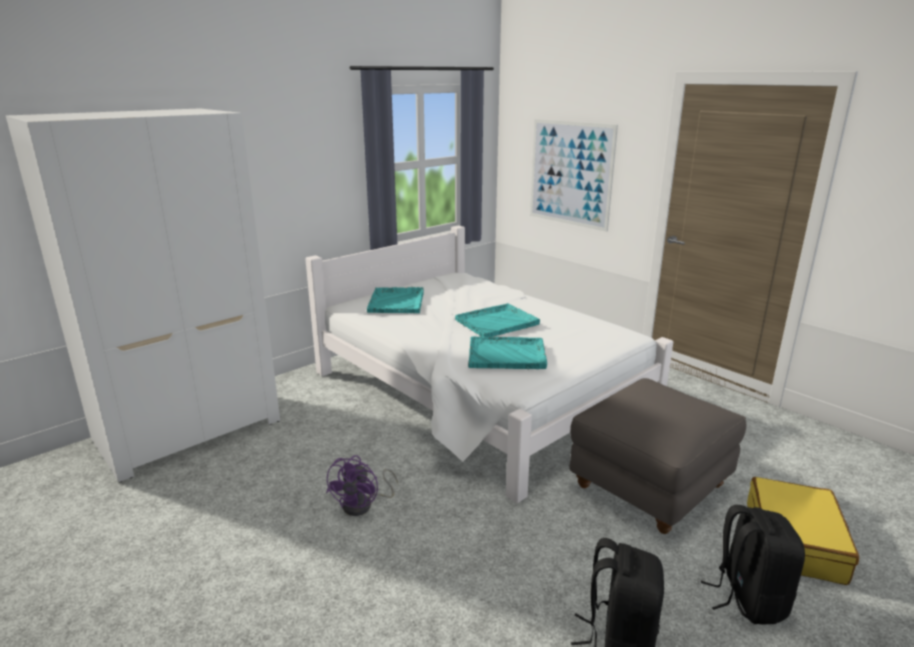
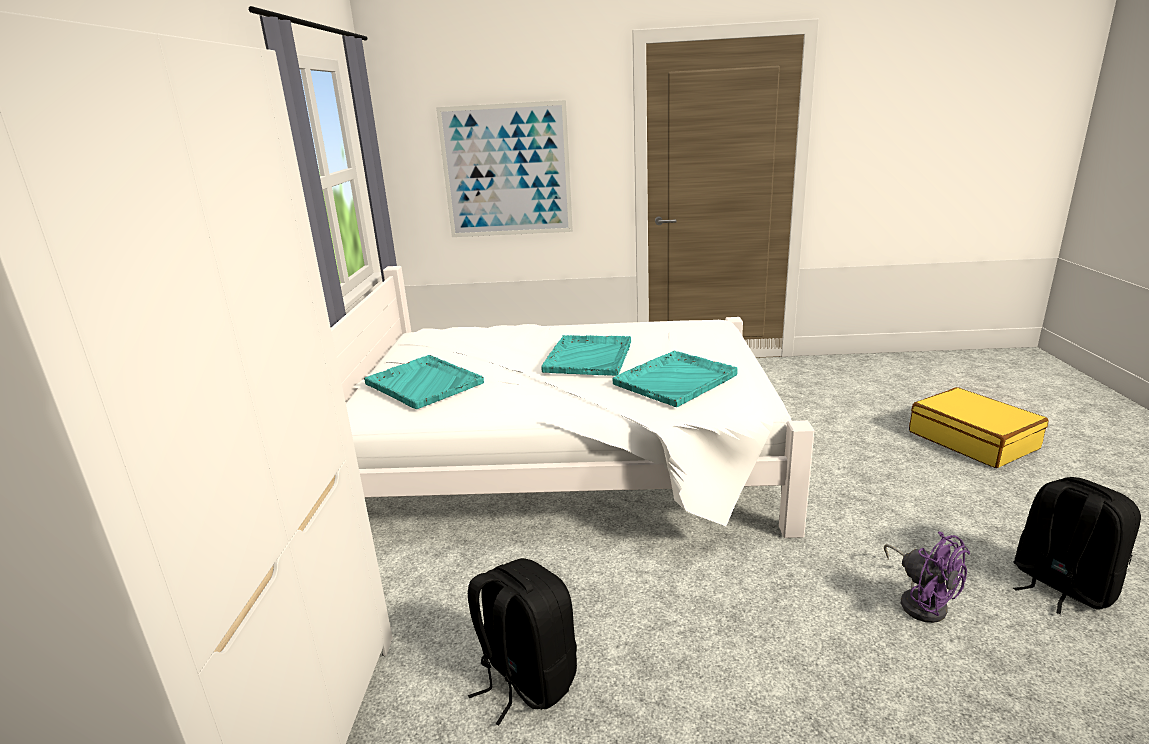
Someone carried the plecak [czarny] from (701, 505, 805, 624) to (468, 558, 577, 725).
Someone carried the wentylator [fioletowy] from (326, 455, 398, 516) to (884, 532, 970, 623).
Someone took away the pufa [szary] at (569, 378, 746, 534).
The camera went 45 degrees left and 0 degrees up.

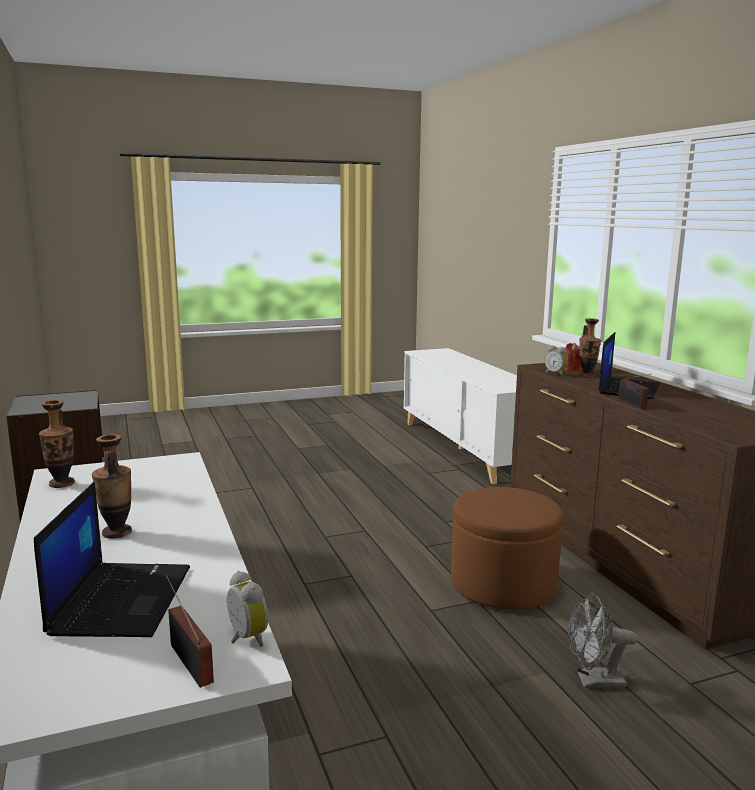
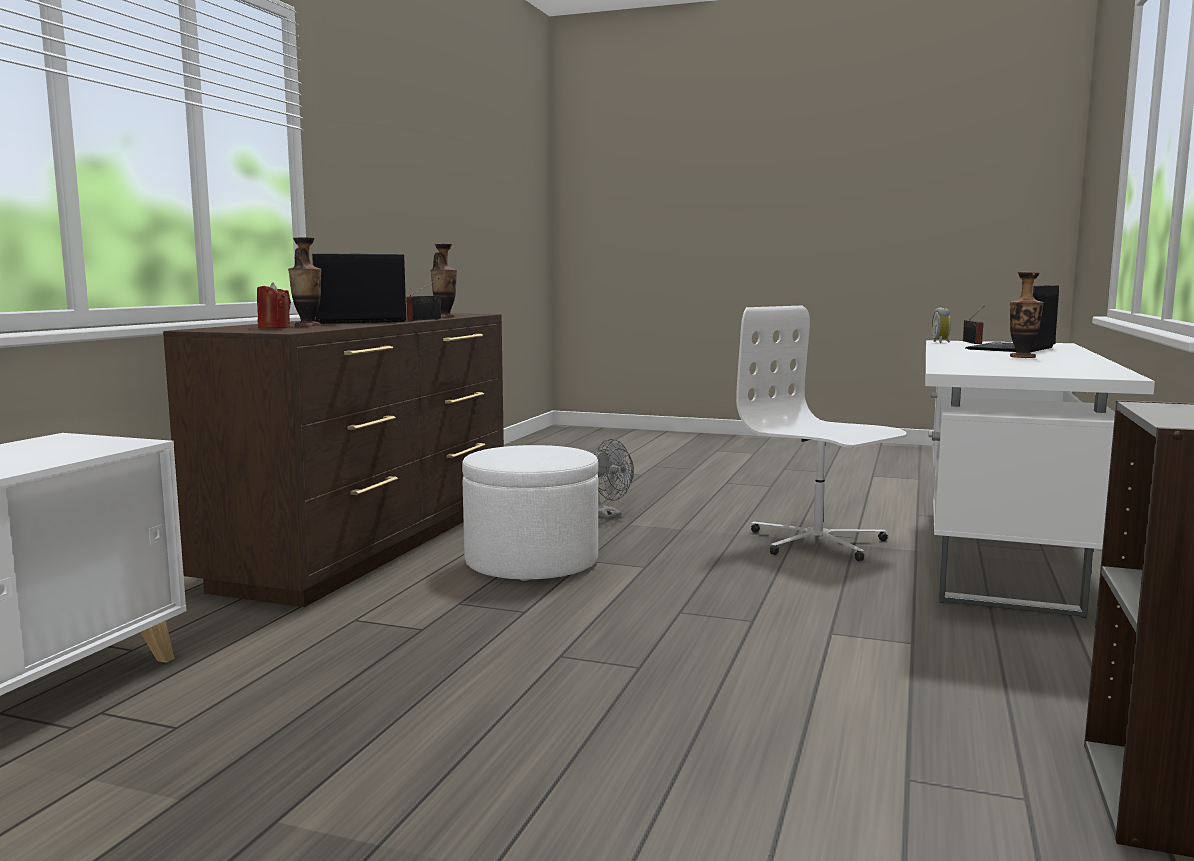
Someone carried the wazon from (39, 400, 75, 488) to (430, 244, 457, 317).
Someone repainted the pufa [brązowy] at (451, 487, 563, 610), which became the pufa [biały] at (462, 445, 598, 581).
Someone put down the krzesło biurowe [biały] at (736, 306, 907, 561).
Someone took away the budzik at (545, 345, 568, 376).
The camera went 140 degrees left and 5 degrees down.

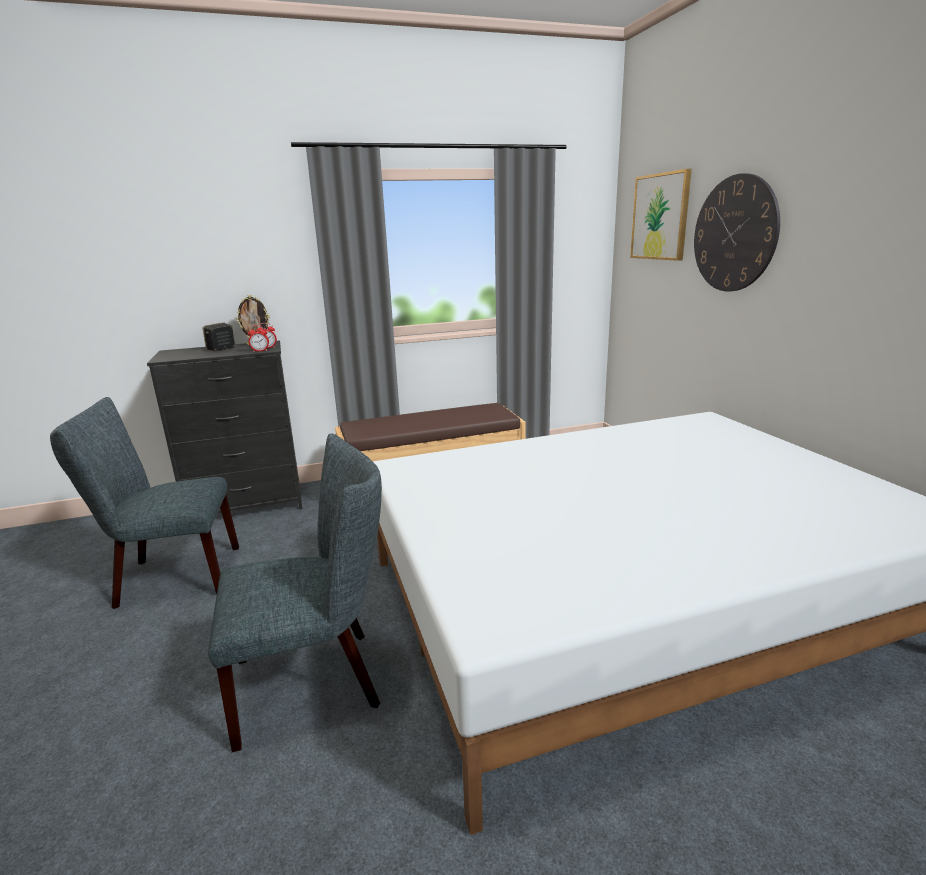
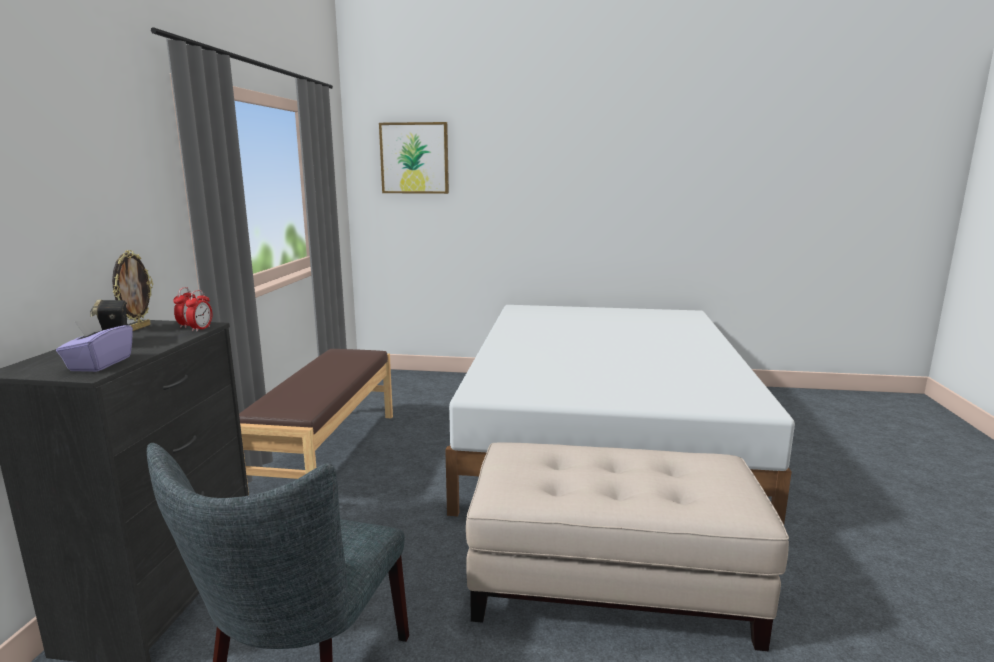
Someone put down the pudełko chusteczek [fioletowy] at (56, 315, 133, 372).
Someone swapped the krzesło [szary] at (208, 434, 382, 752) for the pufa [beżowy] at (466, 443, 789, 651).
Someone took away the zegar ścienny at (694, 173, 780, 291).
The camera went 65 degrees left and 5 degrees down.

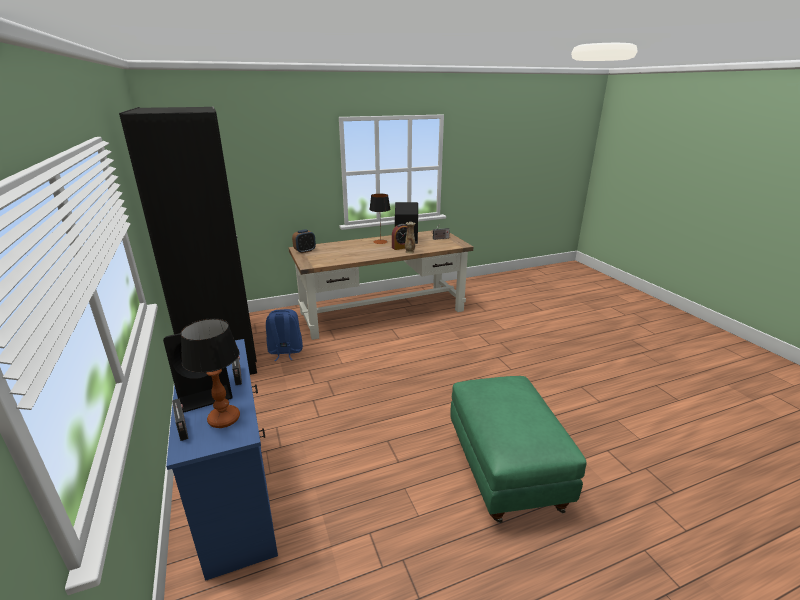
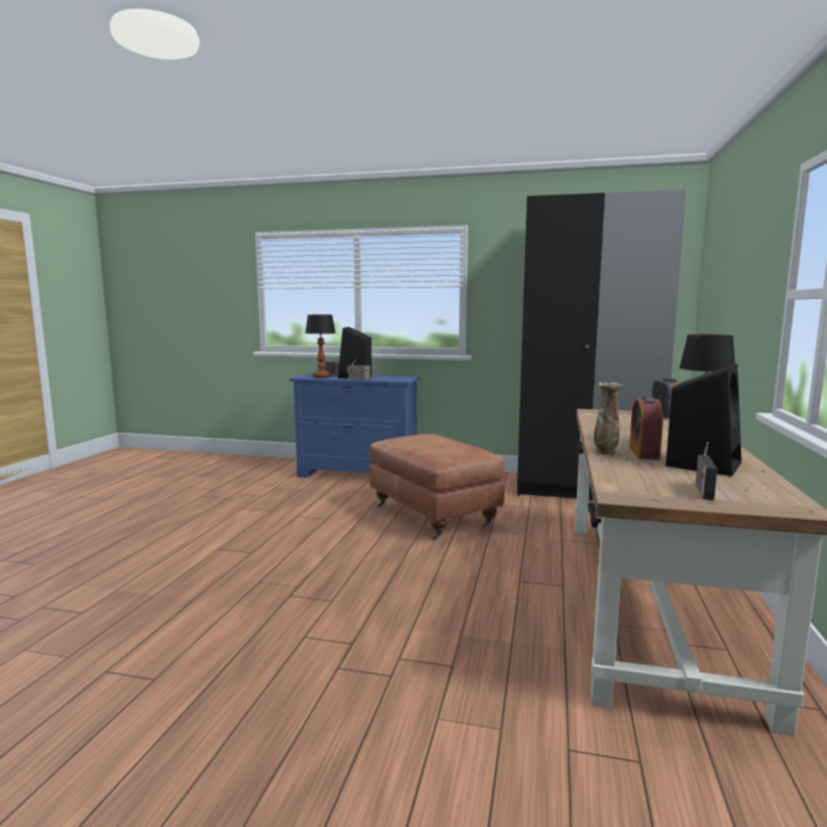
Someone put down the pufa [brązowy] at (369, 434, 505, 540).
Someone took away the plecak [niebieski] at (266, 309, 303, 361).
Someone took away the pufa [zielony] at (450, 376, 586, 523).
The camera went 125 degrees right and 15 degrees down.

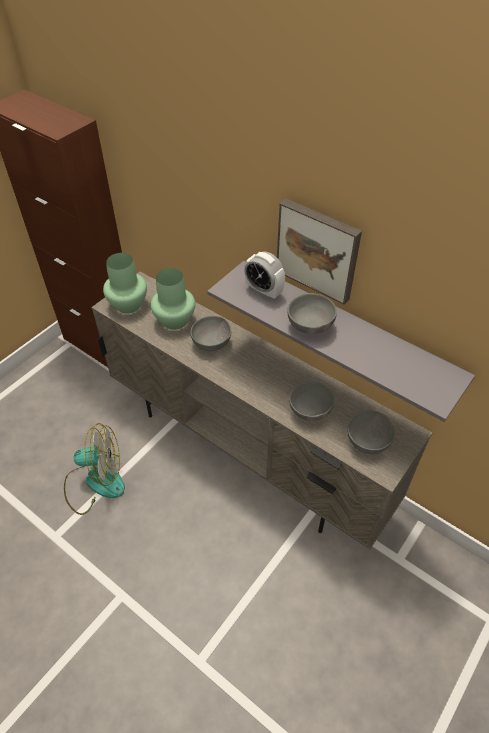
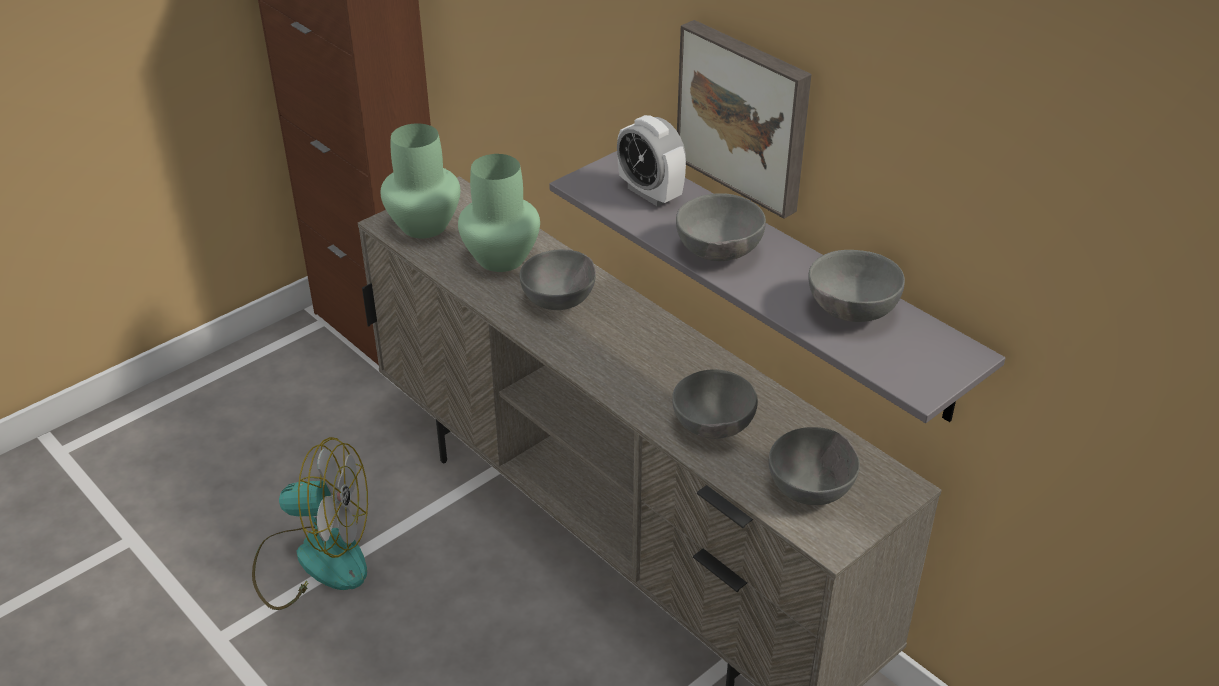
Someone put down the miska [szary] at (808, 250, 905, 322).
The camera went 10 degrees right and 10 degrees down.

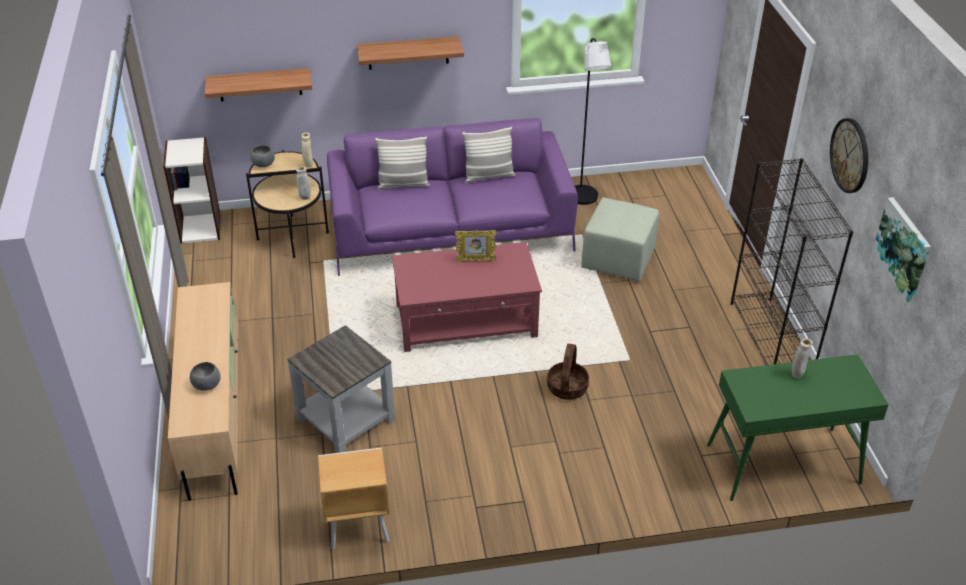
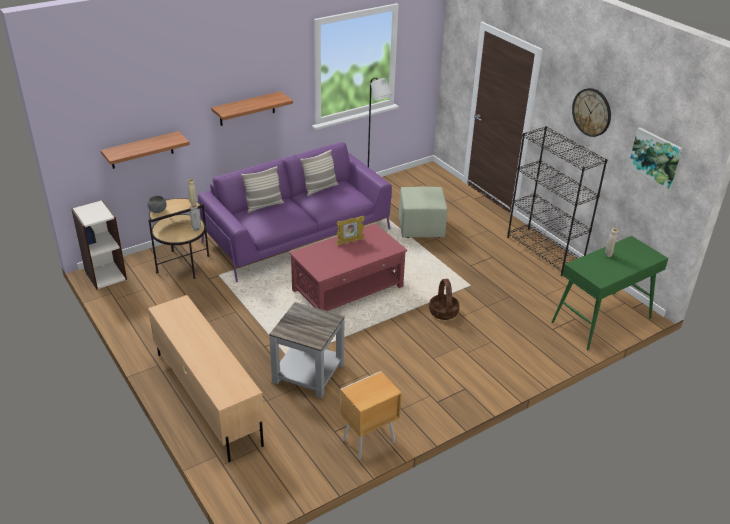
Someone took away the miska [szary] at (190, 362, 221, 391).
The camera went 25 degrees left and 5 degrees down.

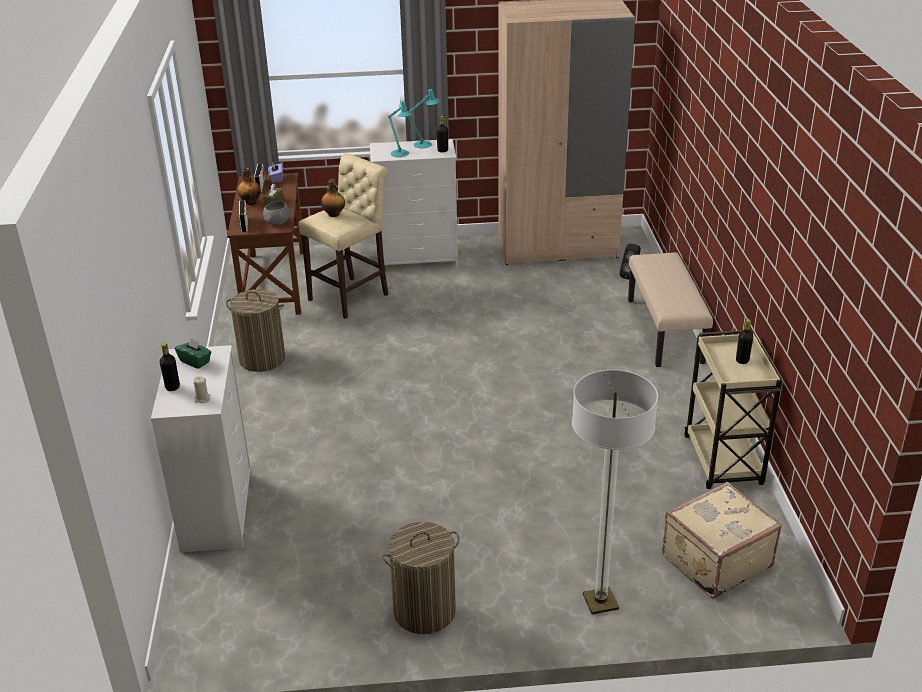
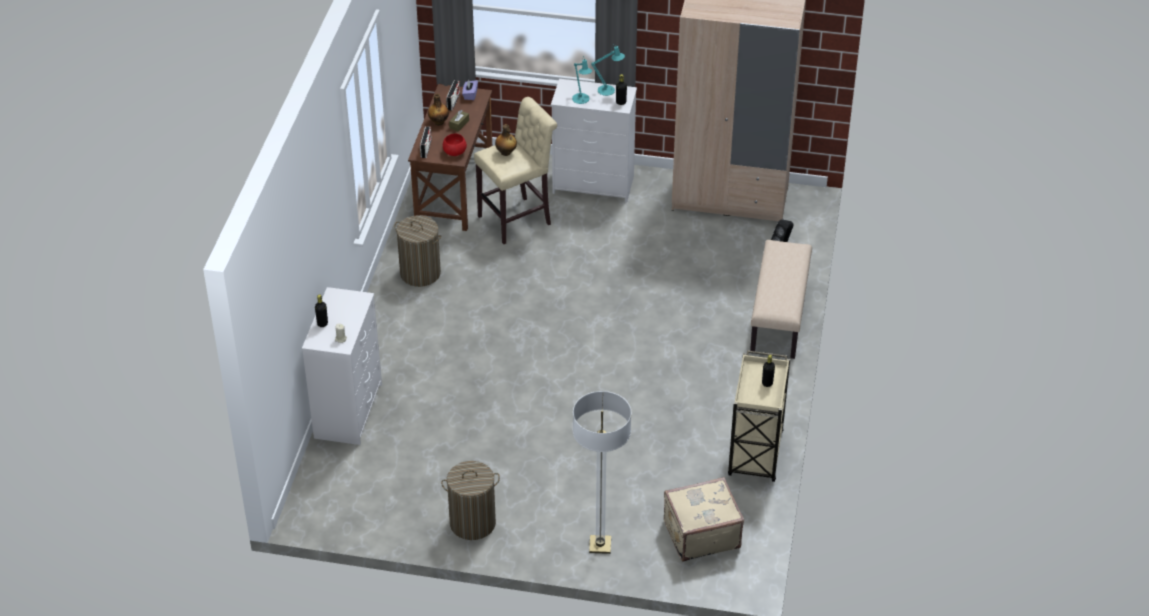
Someone repainted the miska [szary] at (263, 201, 290, 225), which became the miska [czerwony] at (443, 134, 467, 156).
Someone took away the pudełko chusteczek [zielony] at (175, 338, 211, 369).
The camera went 15 degrees right and 10 degrees up.

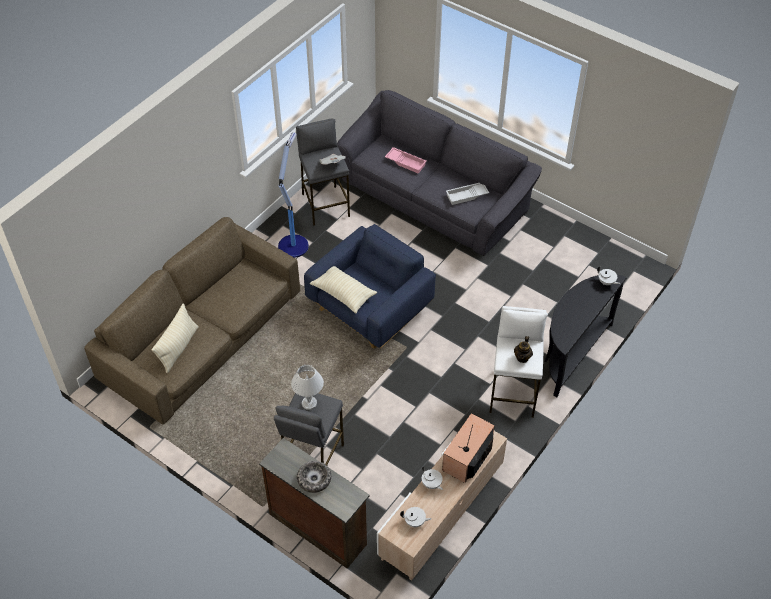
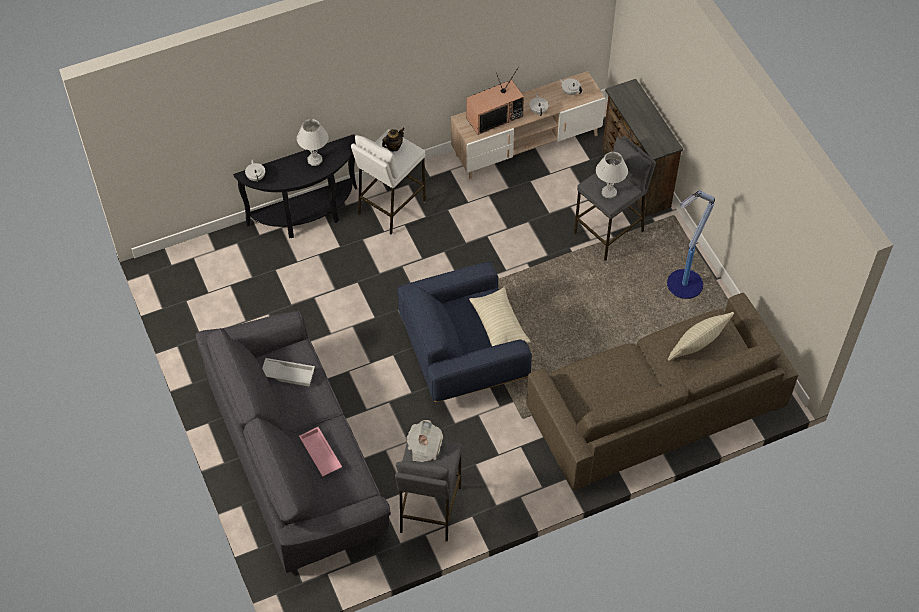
Someone put down the lampa stołowa [biały] at (297, 119, 329, 166).
Someone carried the lampa stojąca from (278, 132, 309, 258) to (667, 190, 715, 299).
Someone took away the miska at (297, 461, 331, 493).
The camera went 150 degrees left and 5 degrees up.

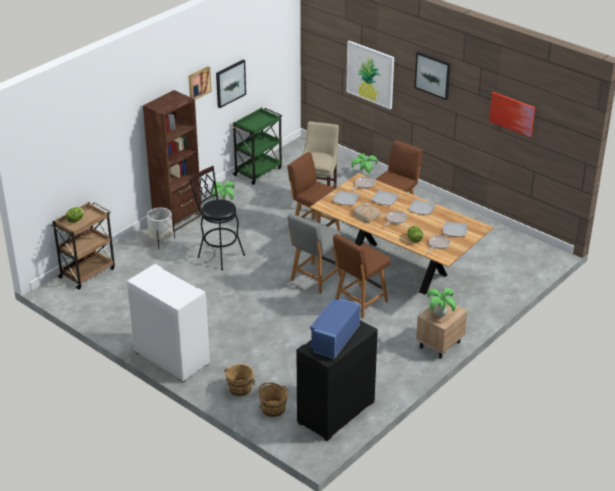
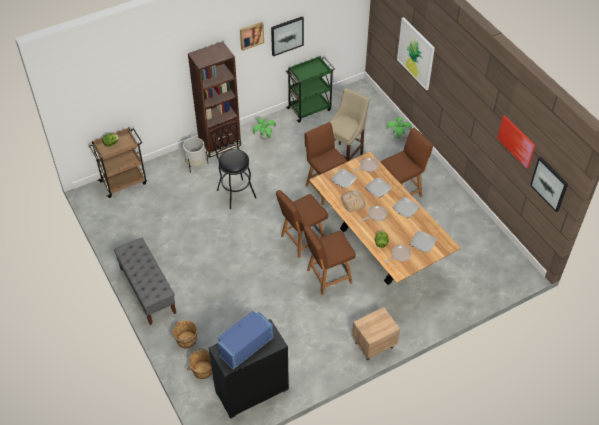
Someone swapped the szafka [biały] at (127, 264, 210, 382) for the ławka [szary] at (114, 238, 176, 325).
Someone repainted the krzesło [szary] at (288, 213, 343, 294), which became the krzesło [brązowy] at (276, 190, 328, 258).
Someone carried the obraz from (414, 52, 451, 100) to (530, 157, 568, 212).
Someone took away the roślina doniczkowa at (427, 288, 456, 317).
The camera went 20 degrees right and 15 degrees up.

